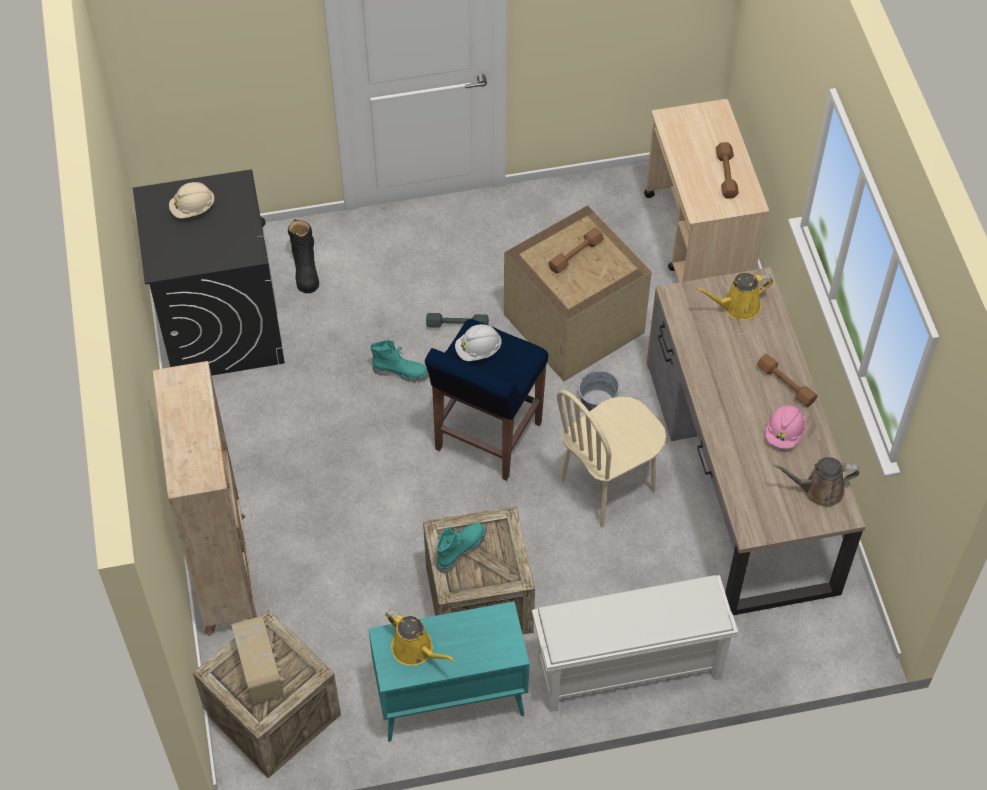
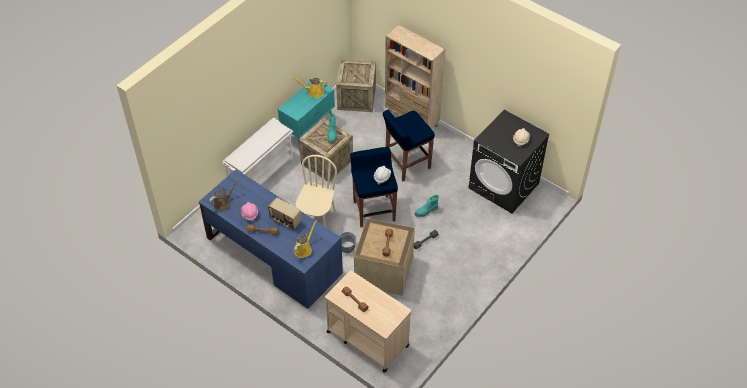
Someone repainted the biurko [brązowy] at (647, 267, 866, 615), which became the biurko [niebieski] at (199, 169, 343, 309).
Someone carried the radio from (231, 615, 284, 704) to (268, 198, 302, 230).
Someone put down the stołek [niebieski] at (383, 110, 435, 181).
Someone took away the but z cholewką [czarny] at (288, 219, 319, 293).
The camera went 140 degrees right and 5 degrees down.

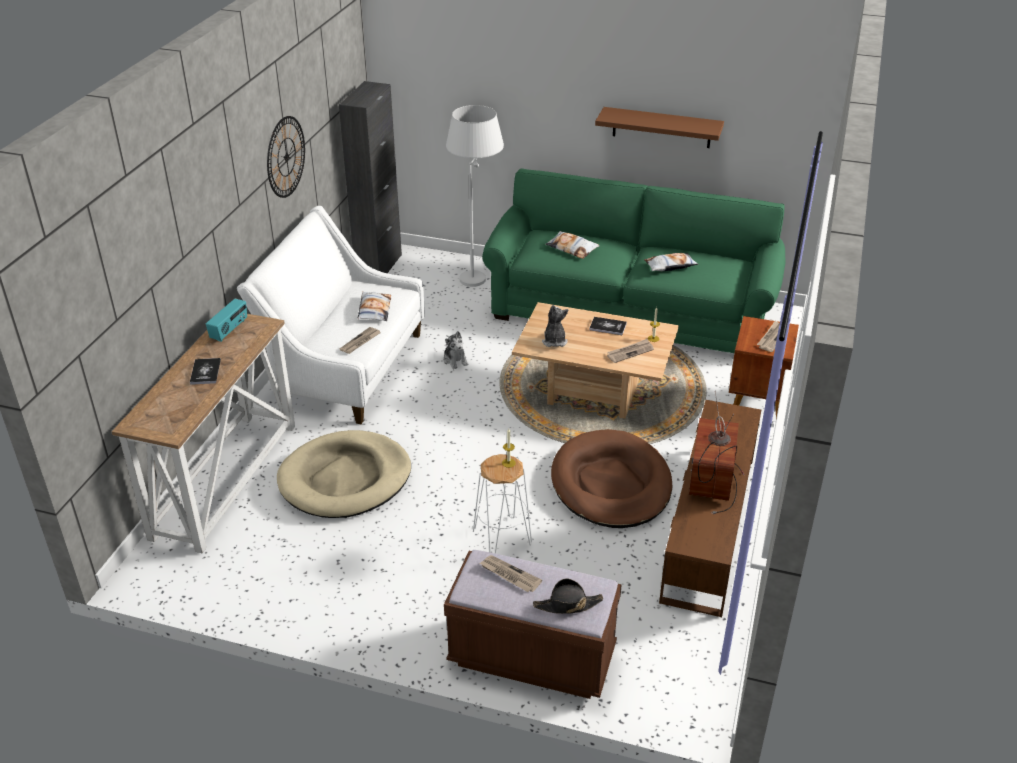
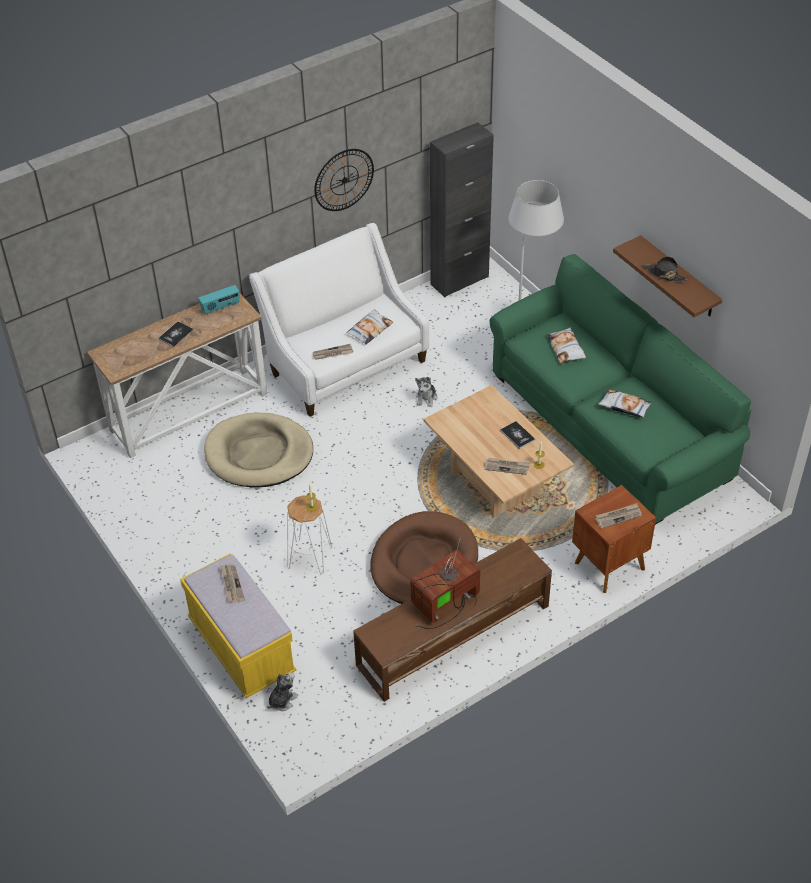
Someone repainted the ławka [brązowy] at (444, 550, 622, 699), which became the ławka [żółty] at (180, 553, 296, 698).
Someone carried the pluszak from (542, 305, 569, 347) to (267, 672, 298, 711).
Someone carried the kapelusz [czarny] from (533, 578, 603, 614) to (643, 256, 689, 282).
The camera went 40 degrees right and 10 degrees up.

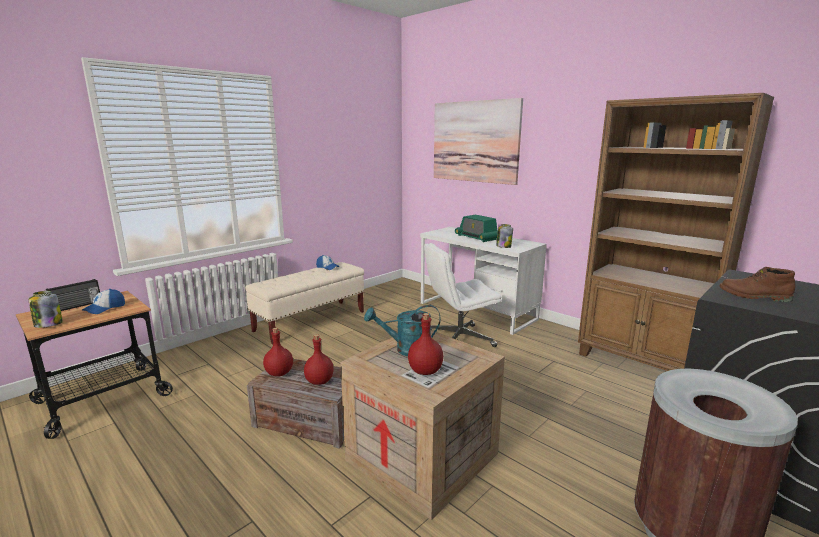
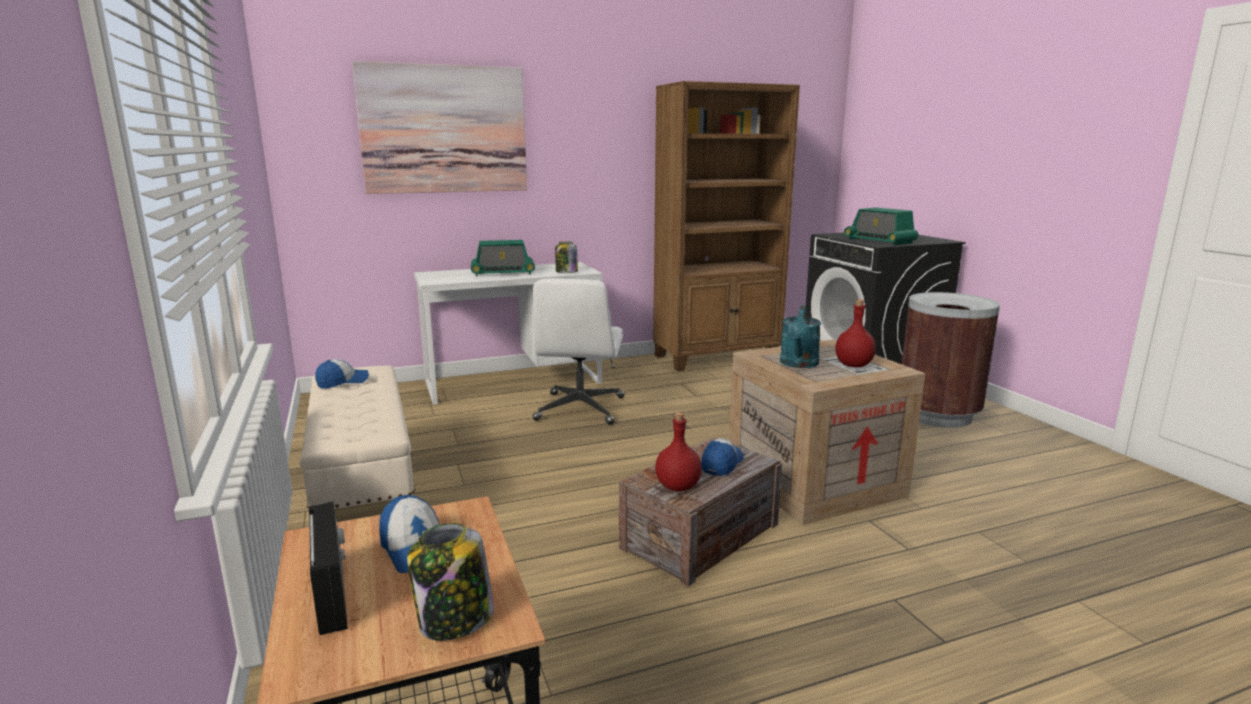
Someone swapped the butelka [czerwony] at (304, 334, 334, 385) for the czapka z daszkiem at (701, 438, 743, 476).
Someone swapped the but z cholewką [brązowy] at (719, 267, 795, 302) for the radio at (844, 207, 918, 245).
The camera went 65 degrees left and 0 degrees up.

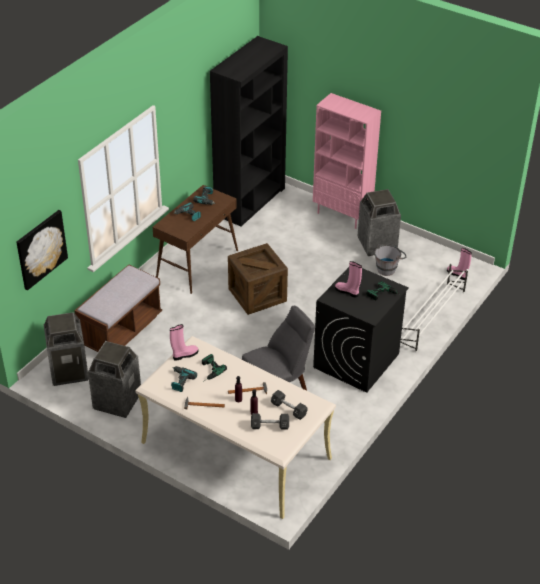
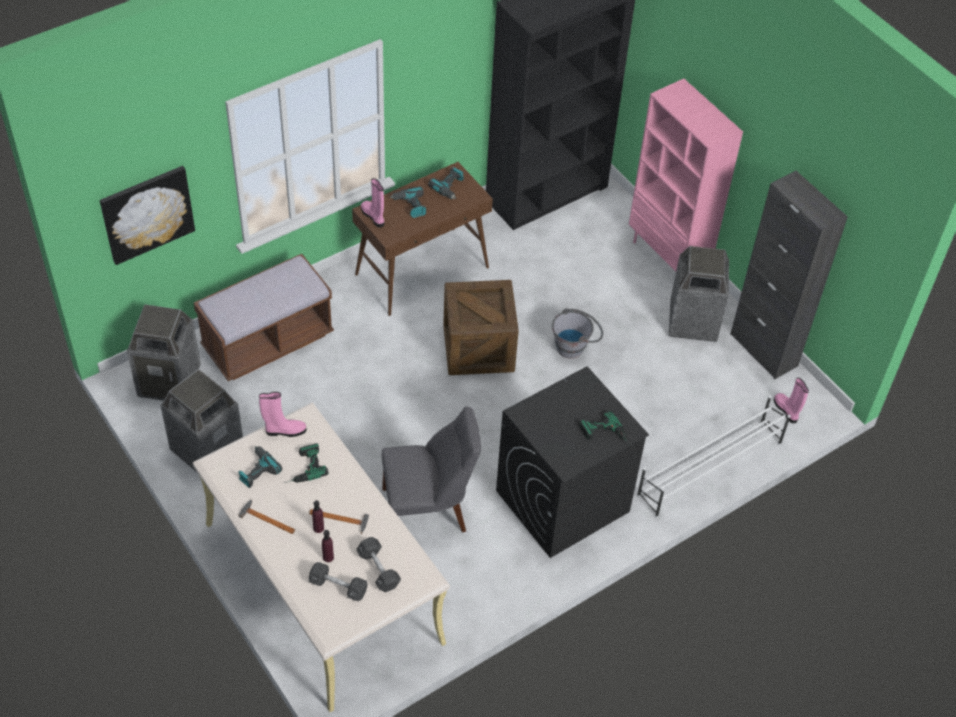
Someone carried the but z cholewką [różowy] from (335, 261, 362, 298) to (361, 178, 384, 228).
Someone carried the wiadro [szary] from (374, 244, 407, 276) to (552, 308, 603, 359).
Someone put down the szafka [czarny] at (730, 171, 848, 379).
The camera went 20 degrees right and 10 degrees up.

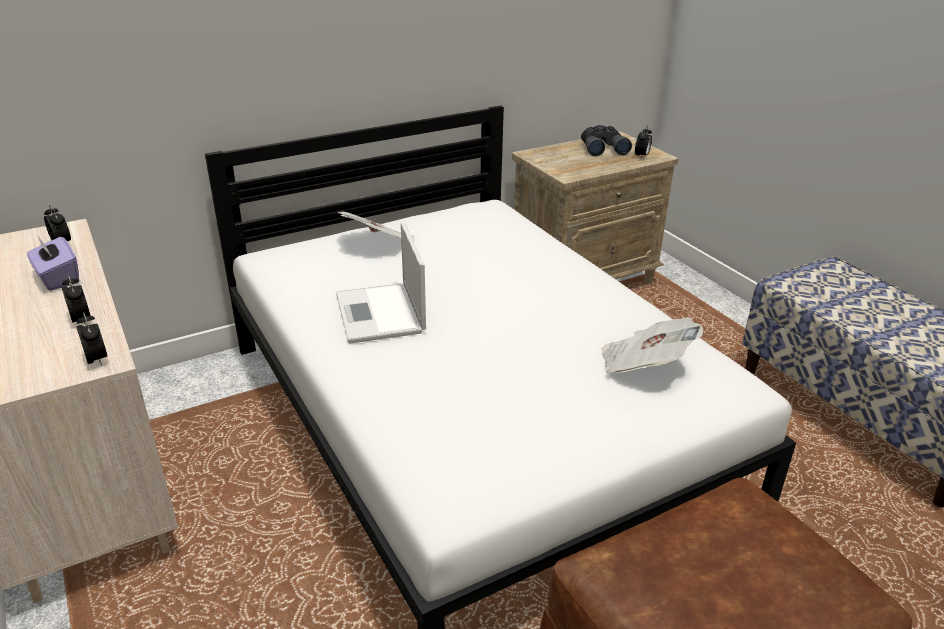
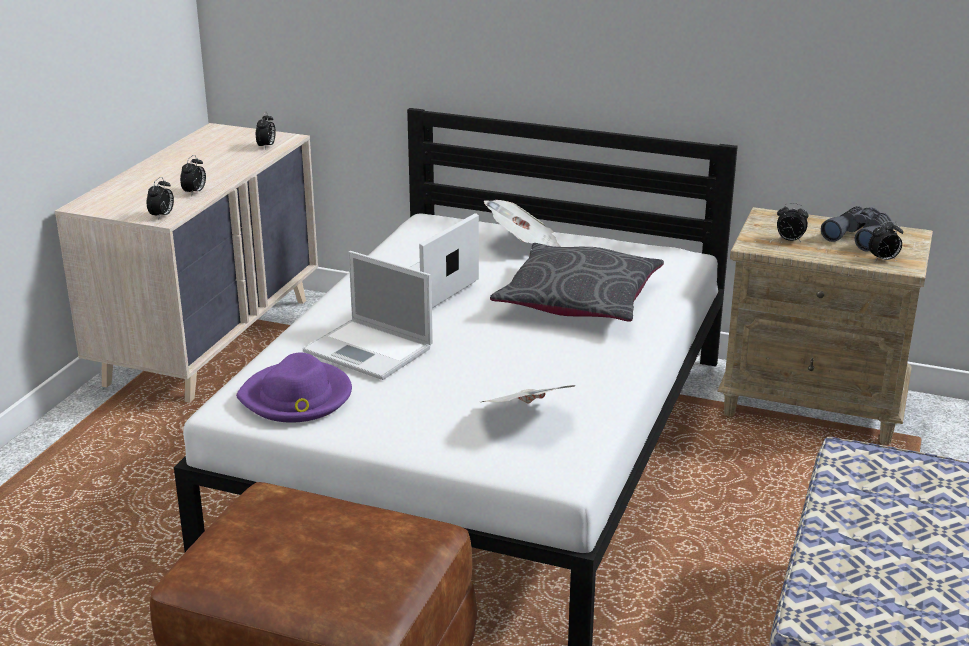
Someone put down the kapelusz [fioletowy] at (236, 352, 352, 423).
Someone put down the laptop at (303, 251, 433, 380).
Someone put down the poduszka [szary] at (490, 243, 664, 322).
Someone put down the budzik at (777, 203, 809, 242).
Someone took away the pudełko chusteczek [fioletowy] at (27, 235, 79, 291).
The camera went 50 degrees right and 5 degrees down.

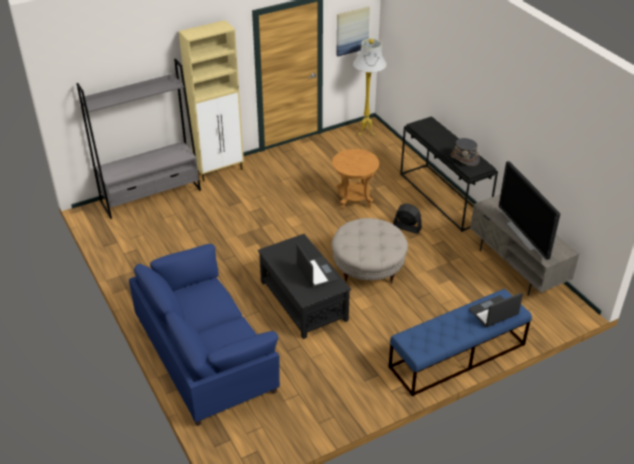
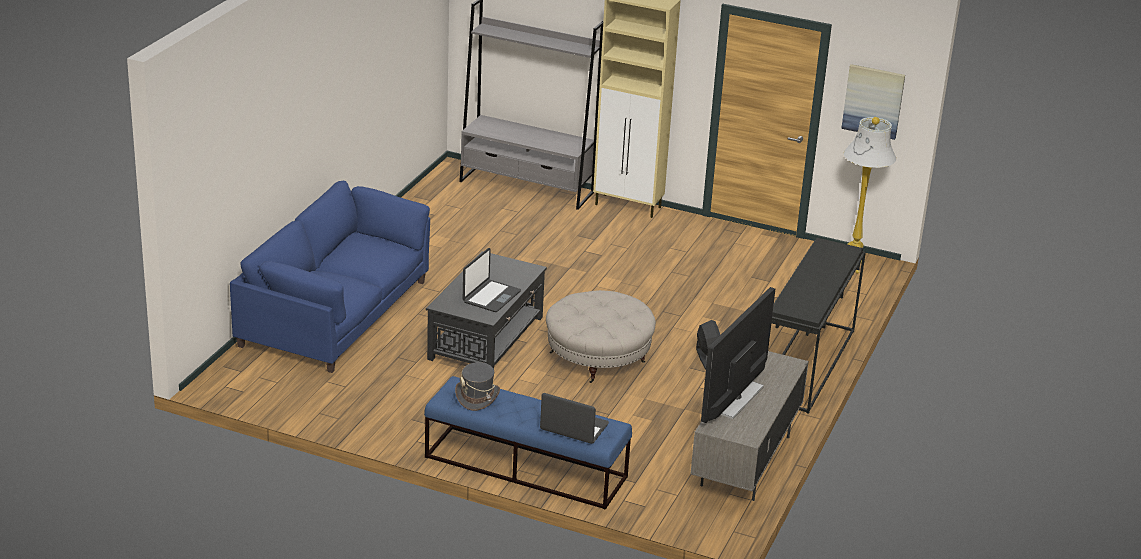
Someone carried the kapelusz [szary] from (450, 138, 480, 166) to (455, 362, 500, 411).
Someone took away the stolik [brązowy] at (332, 149, 379, 210).
The camera went 50 degrees right and 10 degrees down.

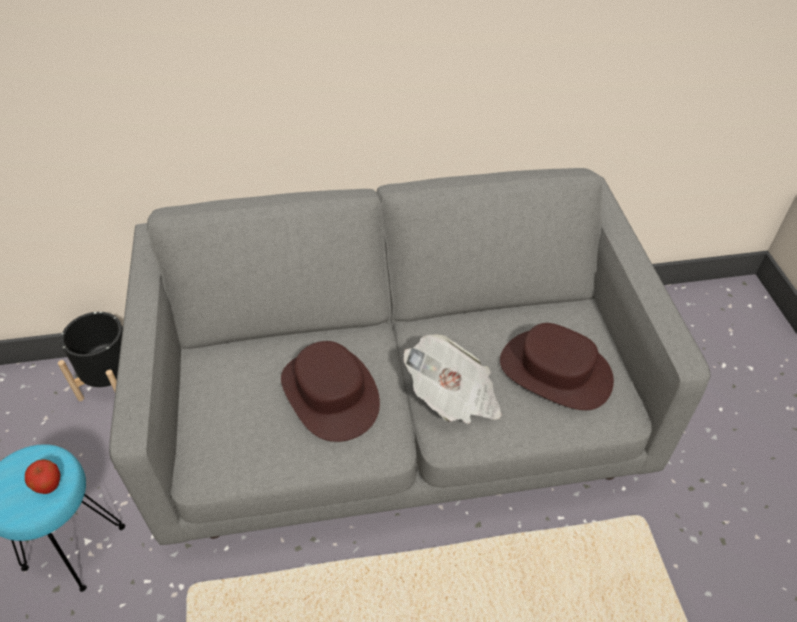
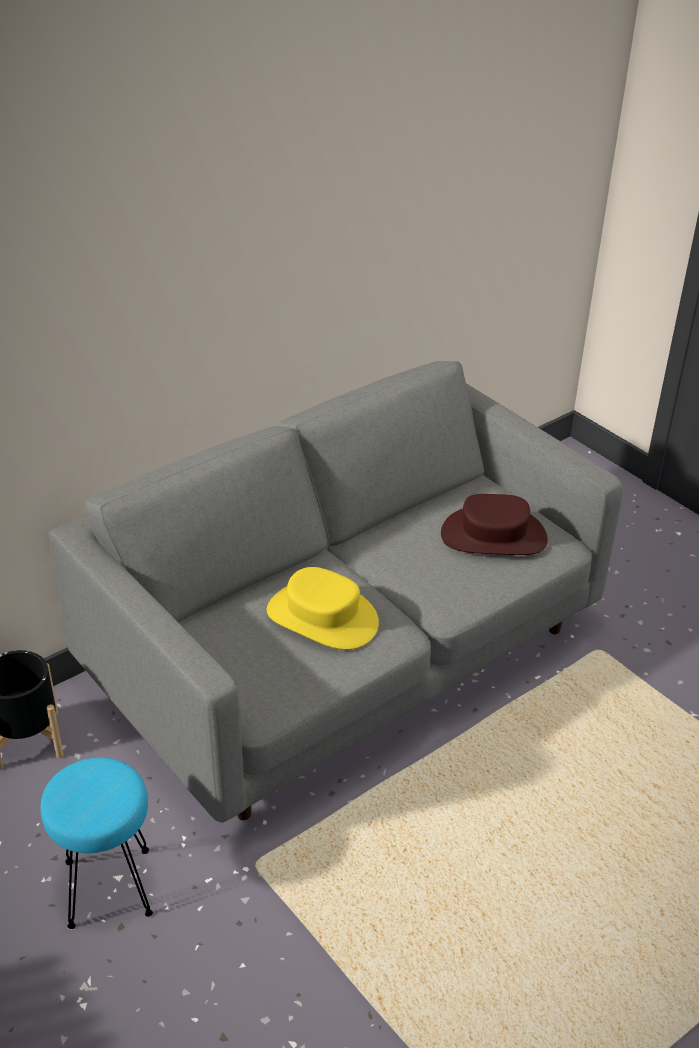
Someone repainted the kapelusz [brązowy] at (281, 341, 380, 442), which became the kapelusz [żółty] at (267, 567, 379, 650).
Someone took away the jabłko at (25, 459, 61, 494).
Someone took away the gazeta at (403, 334, 502, 424).
The camera went 30 degrees left and 10 degrees down.

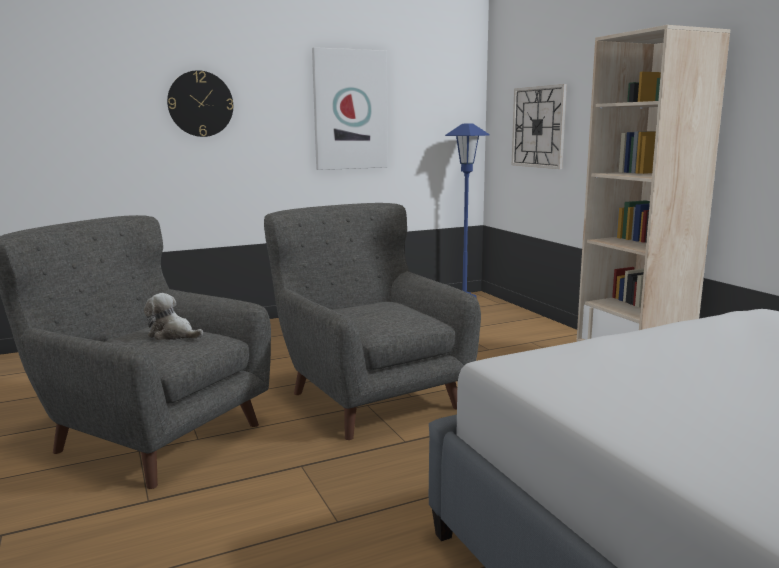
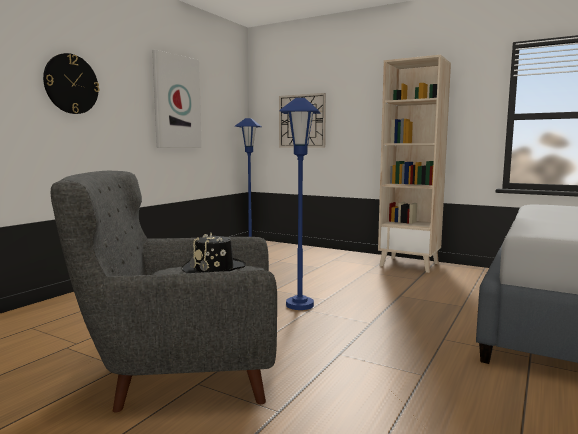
Someone swapped the pluszak at (144, 293, 203, 340) for the kapelusz [czarny] at (181, 233, 246, 273).
Someone swapped the fotel [szary] at (264, 203, 481, 440) for the lampa stojąca [niebieski] at (279, 98, 320, 310).
The camera went 35 degrees left and 5 degrees down.

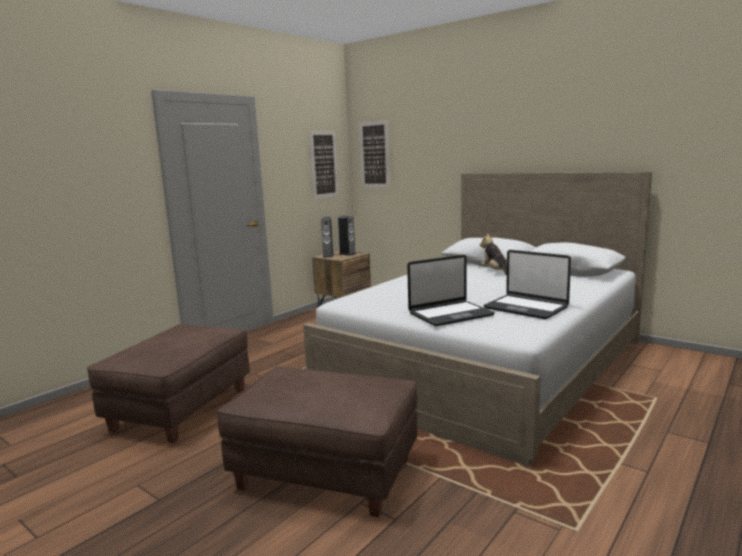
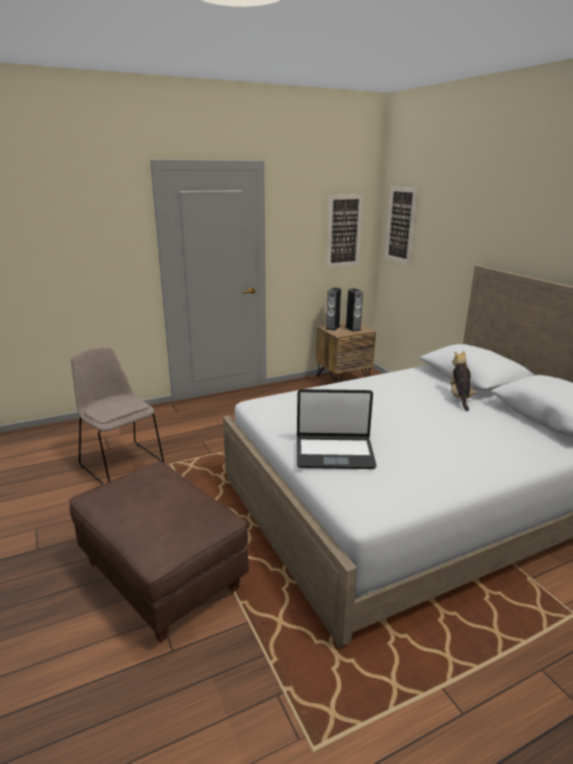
Someone swapped the pufa [brązowy] at (87, 324, 250, 443) for the krzesło [beżowy] at (71, 347, 164, 484).
Someone took away the laptop at (483, 250, 571, 319).
The camera went 25 degrees right and 10 degrees up.

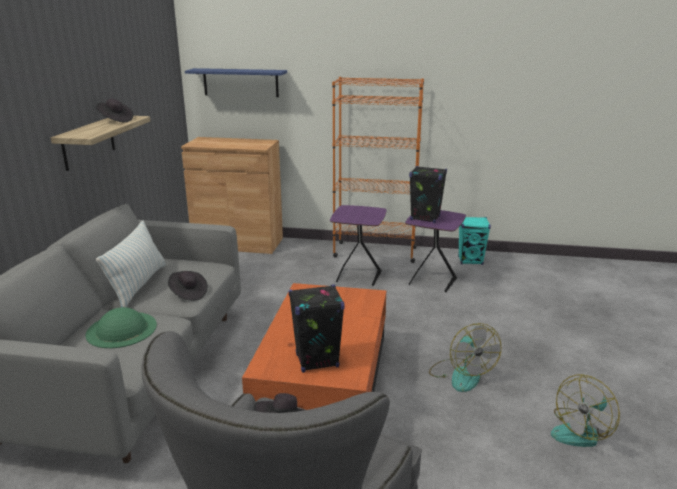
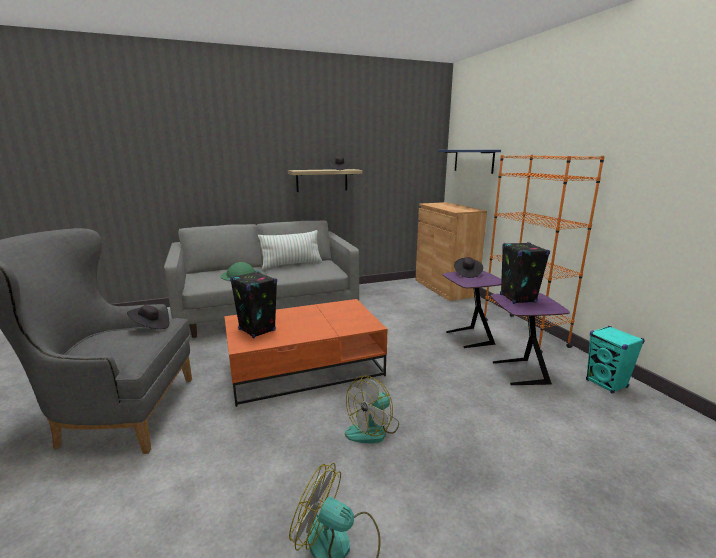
Someone carried the kapelusz [czarny] from (168, 271, 208, 301) to (454, 257, 483, 278).
The camera went 60 degrees right and 5 degrees down.

